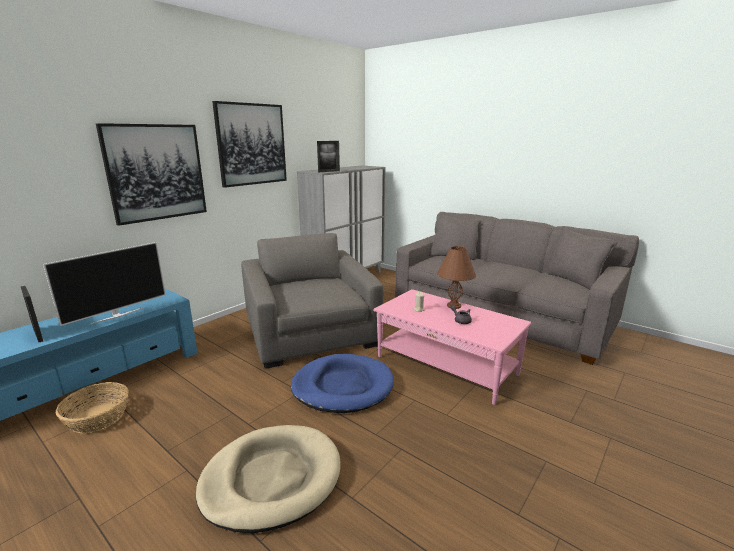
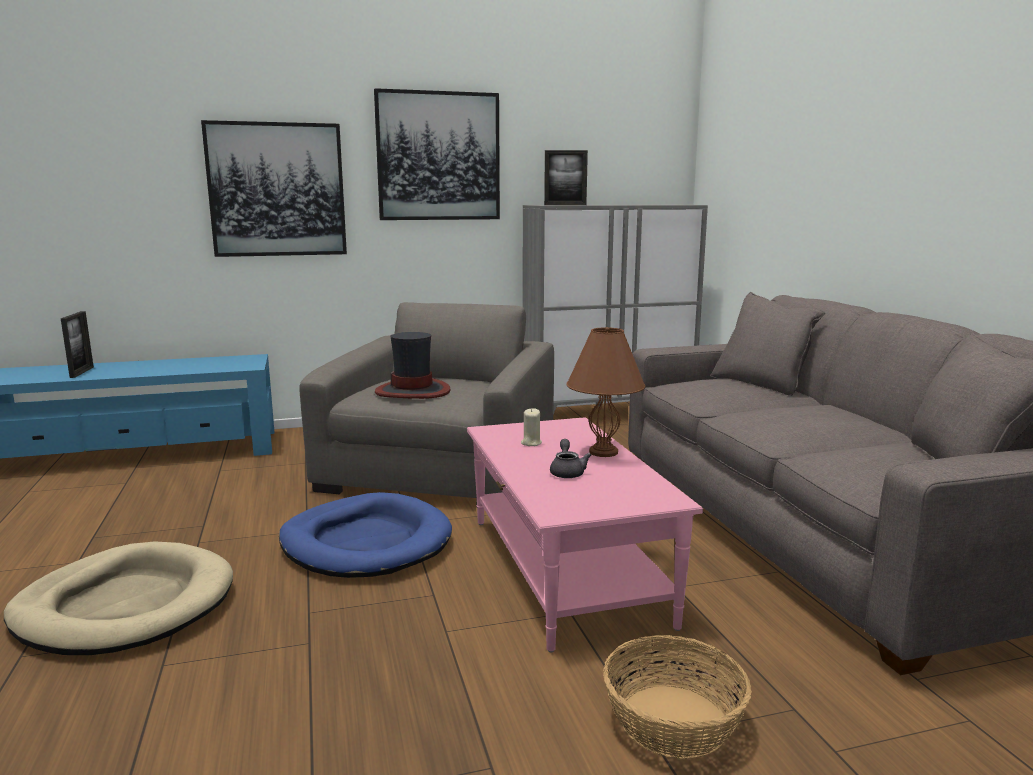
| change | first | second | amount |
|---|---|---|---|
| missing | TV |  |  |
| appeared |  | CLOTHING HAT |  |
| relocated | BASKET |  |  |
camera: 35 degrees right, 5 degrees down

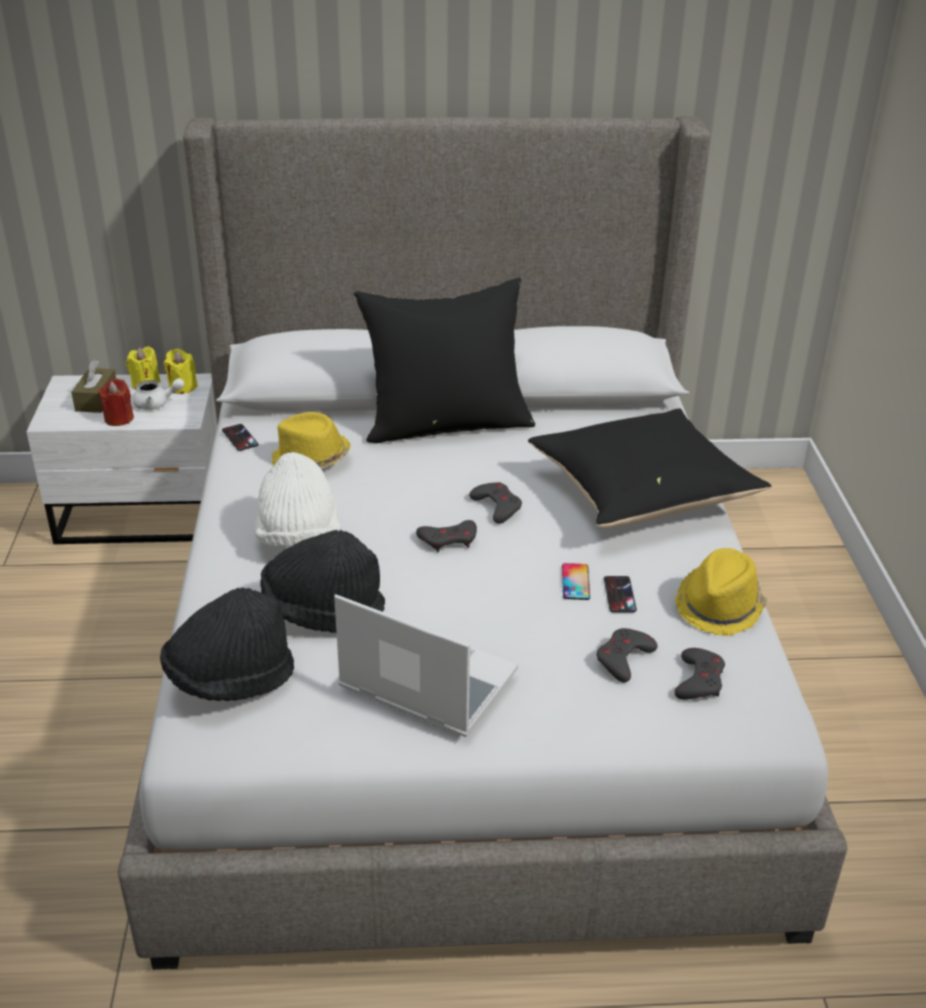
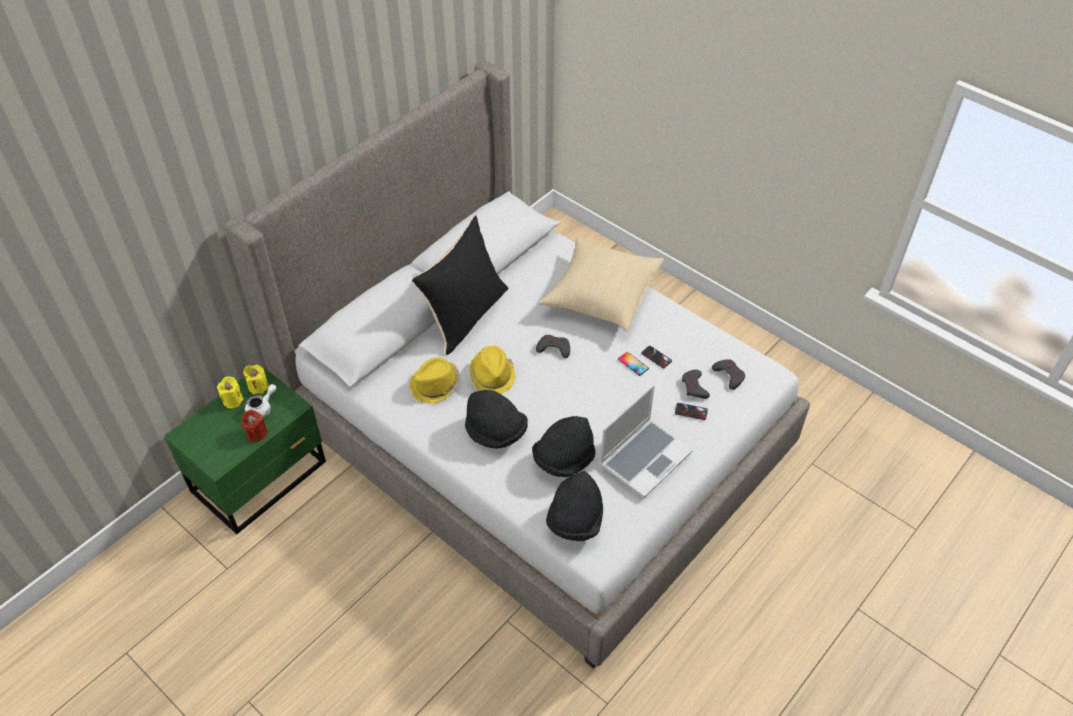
| change | first | second | amount |
|---|---|---|---|
| missing | BROWNISH TISSUE BOX |  |  |
| missing | GREY GAME CONTROLLER (no. 1 from left) |  |  |
| relocated | TELEPHONE (no. 1 from left in the first image) | TELEPHONE (no. 3 from left) |  |
| relocated | YELLOWISH CLOTHING HAT (no. 2 from left) |  |  |
| colour | WHITISH NIGHTSTAND | GREEN-COLOURED NIGHTSTAND |  |
| colour | WHITISH CLOTHING HAT | BLACK CLOTHING HAT (no. 1 from left) |  |
| colour | BLACK THROW PILLOW (no. 2 from left) | BEIGE-COLOURED THROW PILLOW |  |
| spun | PORTABLE COMPUTER |  | 150 degrees clockwise |
camera: 45 degrees left, 15 degrees up

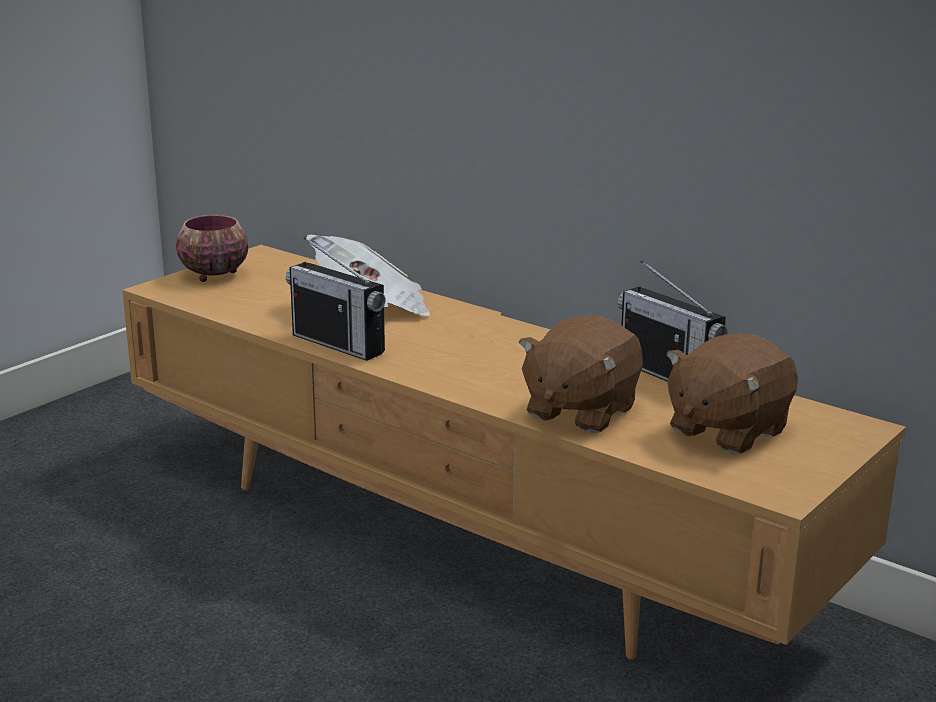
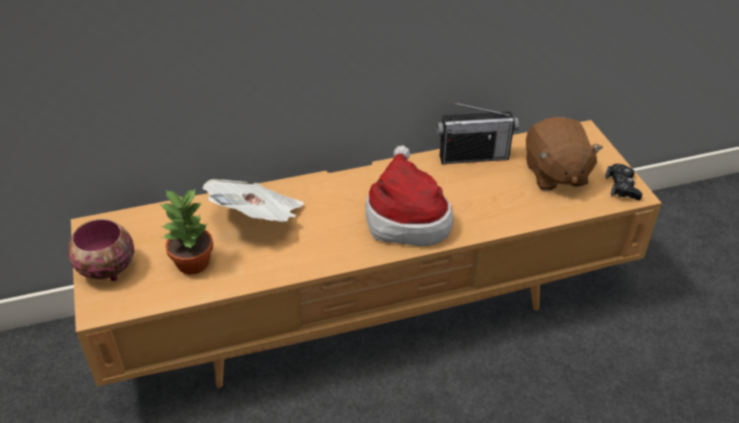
| change | first | second | amount |
|---|---|---|---|
| missing | RADIO SET (no. 1 from left) |  |  |
| missing | BROWNISH PLUSH TOY (no. 1 from left) |  |  |
| appeared |  | PLANT IN A POT |  |
| appeared |  | CLOTHING HAT |  |
| appeared |  | BLACK GAME CONTROLLER |  |
camera: 55 degrees left, 20 degrees up

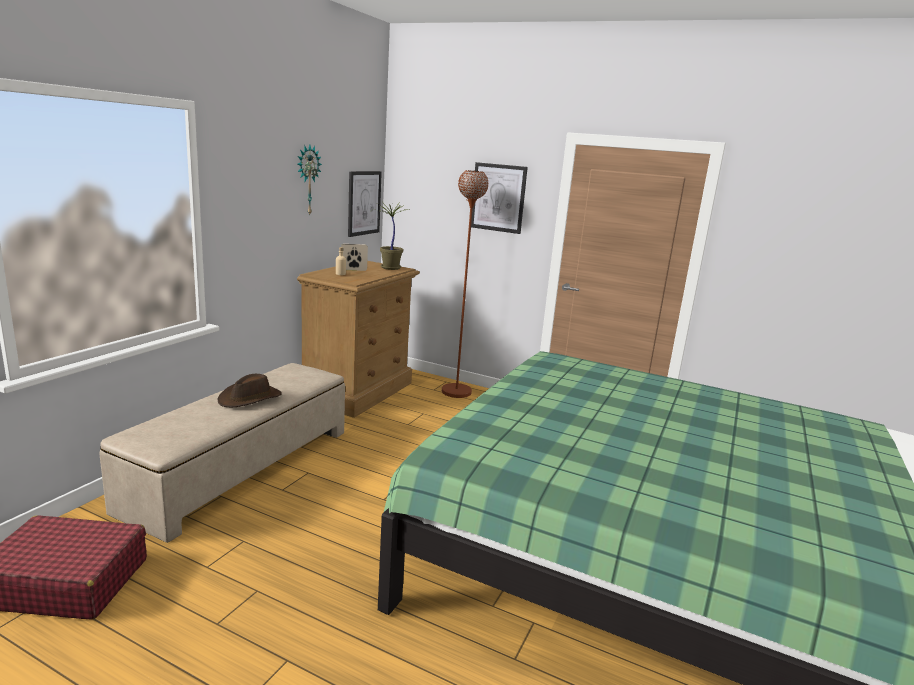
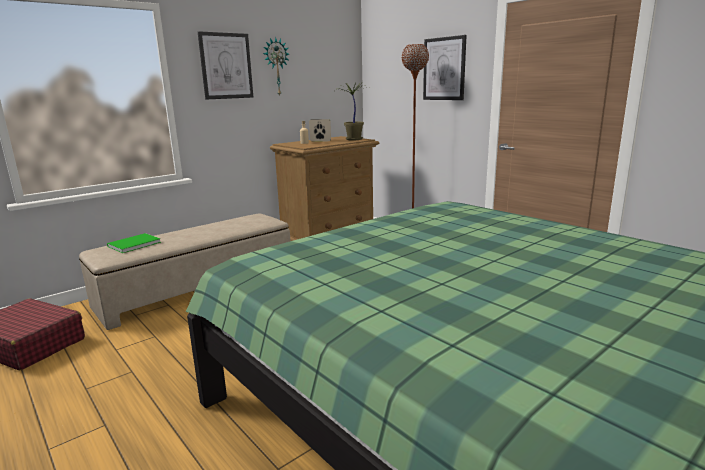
| change | first | second | amount |
|---|---|---|---|
| missing | BROWNISH CLOTHING HAT |  |  |
| appeared |  | GREEN-COLOURED BOOK |  |
| relocated | PICTURE (no. 1 from left) |  |  |
camera: 25 degrees right, 0 degrees up

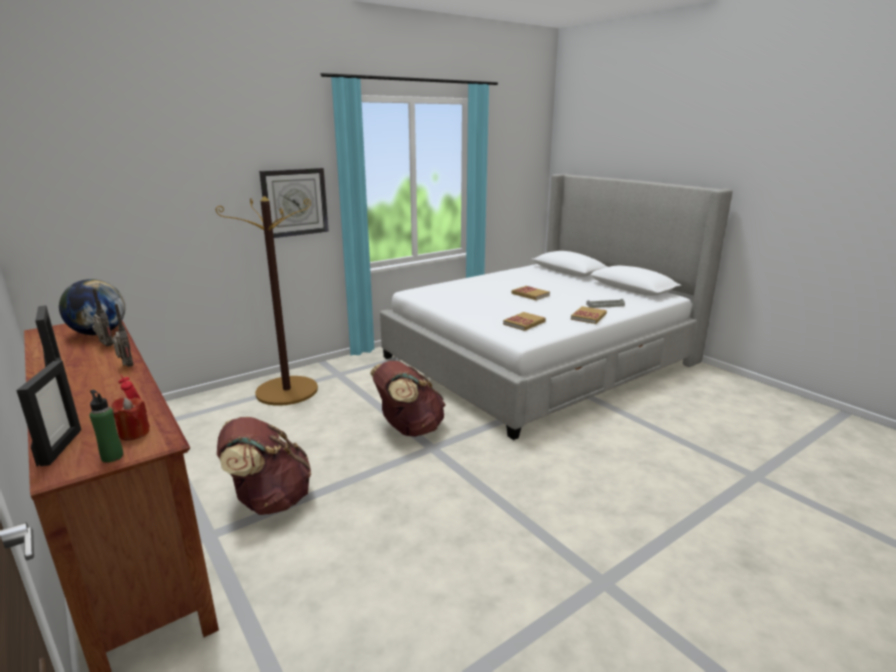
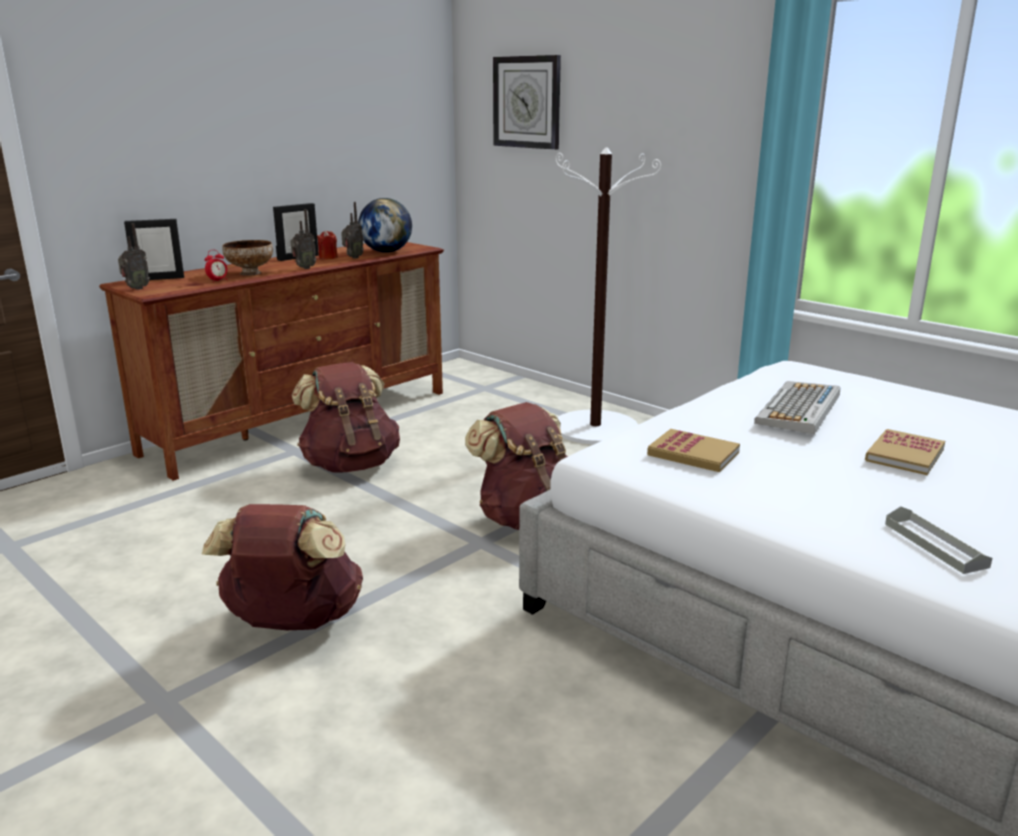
| change | first | second | amount |
|---|---|---|---|
| missing | BOOK (no. 3 from left) |  |  |
| appeared |  | BROWNISH KNAPSACK (no. 1 from left) |  |
| appeared |  | BOWL |  |
| appeared |  | PC KEYBOARD |  |
| relocated | REDDISH CANDLE |  |  |
| relocated | WALL CLOCK |  |  |
| exchanged | GREEN-COLOURED DRINK BOTTLE | RADIO SET (no. 1 from left) |  |
| colour | BROWNISH GARMENT RACK | WHITISH GARMENT RACK |  |
camera: 80 degrees right, 0 degrees up

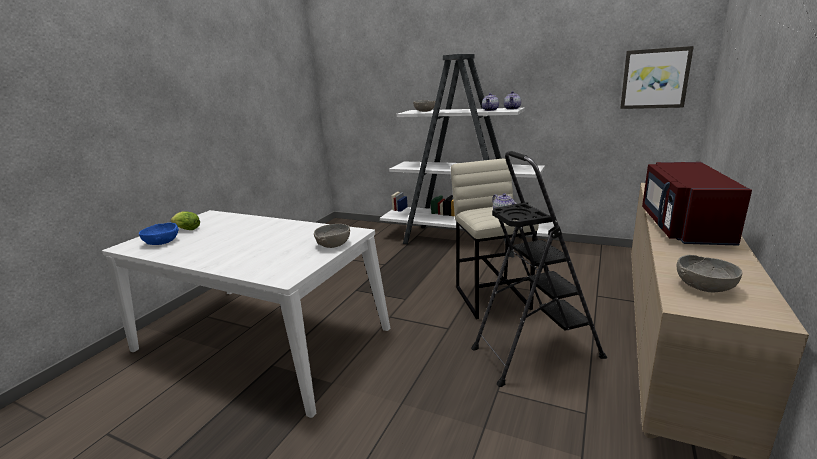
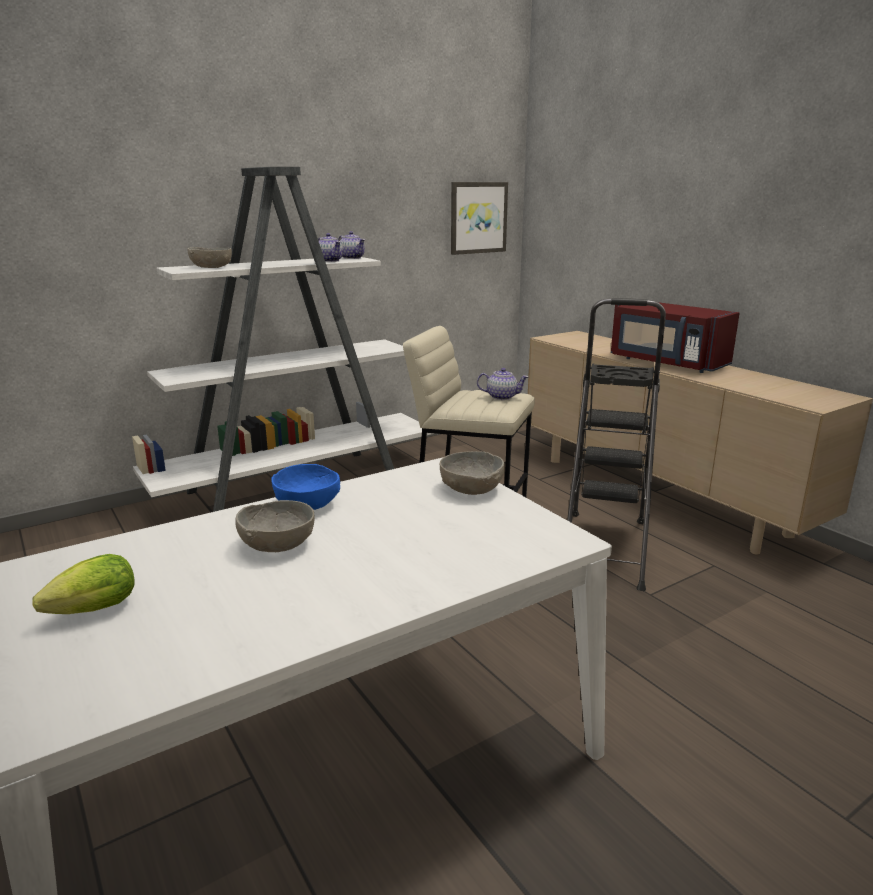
| change | first | second | amount |
|---|---|---|---|
| relocated | BLUE-COLOURED BOWL |  |  |
| relocated | GREY BOWL (no. 3 from left in the first image) | GREY BOWL (no. 2 from left) |  |
camera: 60 degrees left, 0 degrees up

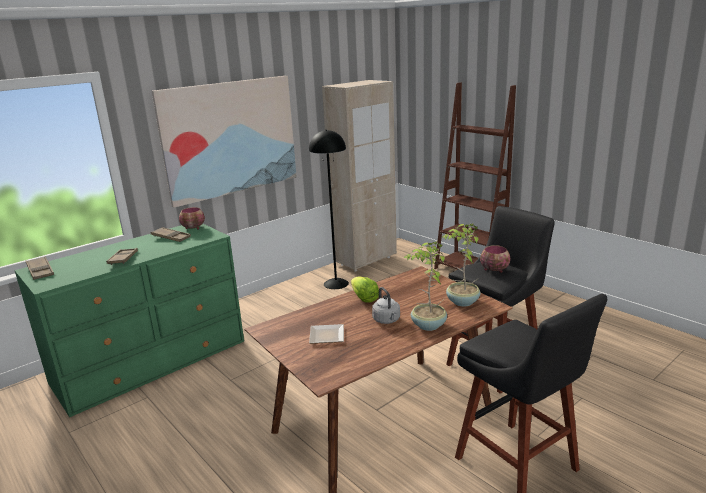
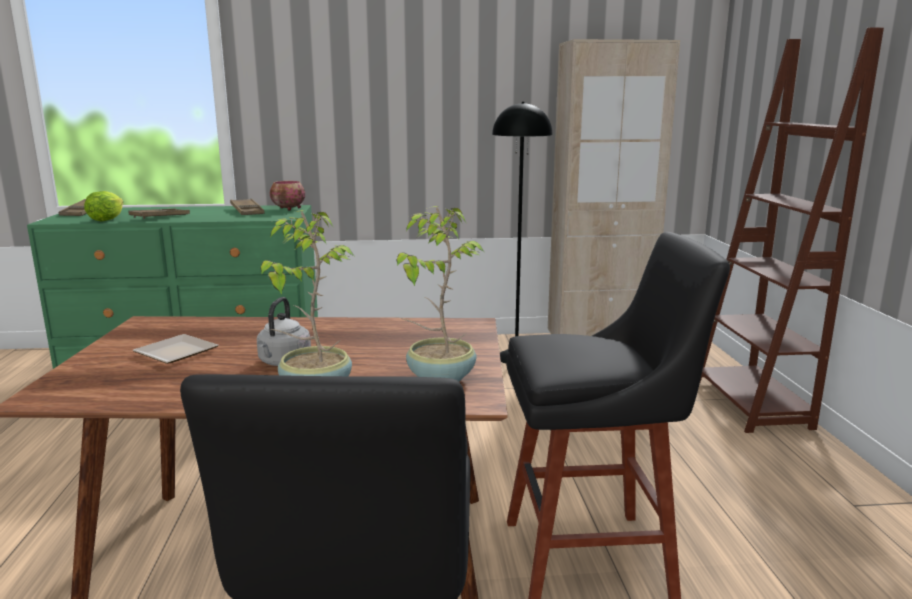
| change | first | second | amount |
|---|---|---|---|
| missing | PICTURE |  |  |
| missing | BOWL (no. 2 from left) |  |  |
| relocated | LETTUCE |  |  |
camera: 35 degrees right, 5 degrees down

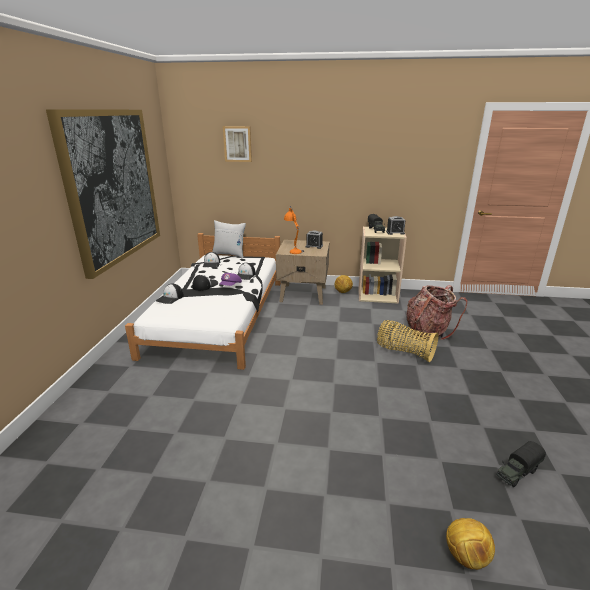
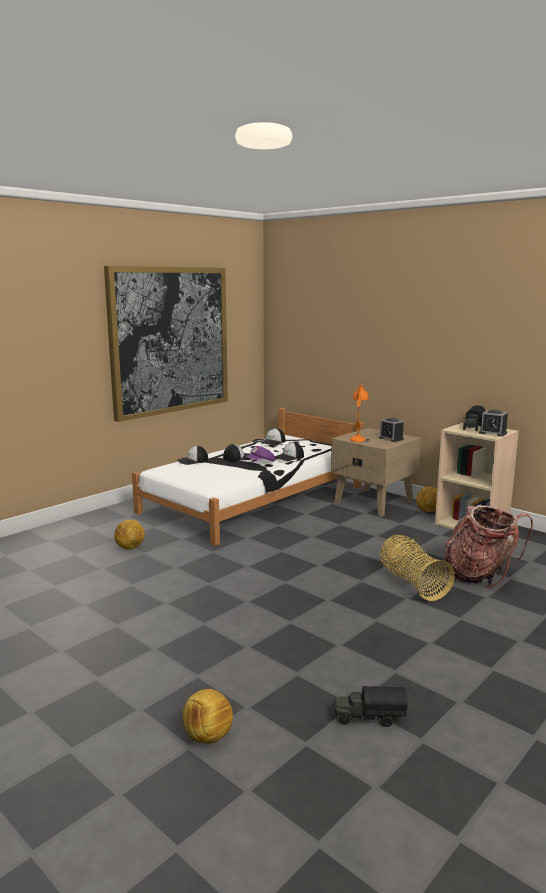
| change | first | second | amount |
|---|---|---|---|
| missing | GREY THROW PILLOW |  |  |
| missing | PICTURE (no. 2 from left) |  |  |
| appeared |  | FOOTBALL (no. 1 from left) |  |
camera: 35 degrees right, 10 degrees down

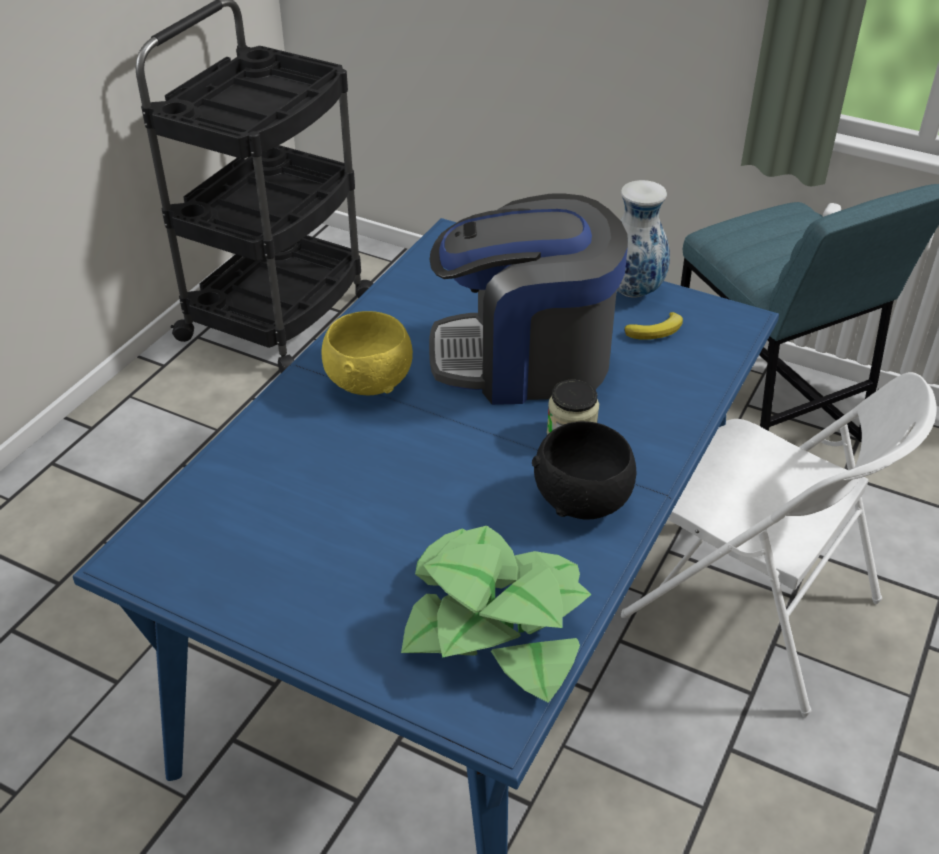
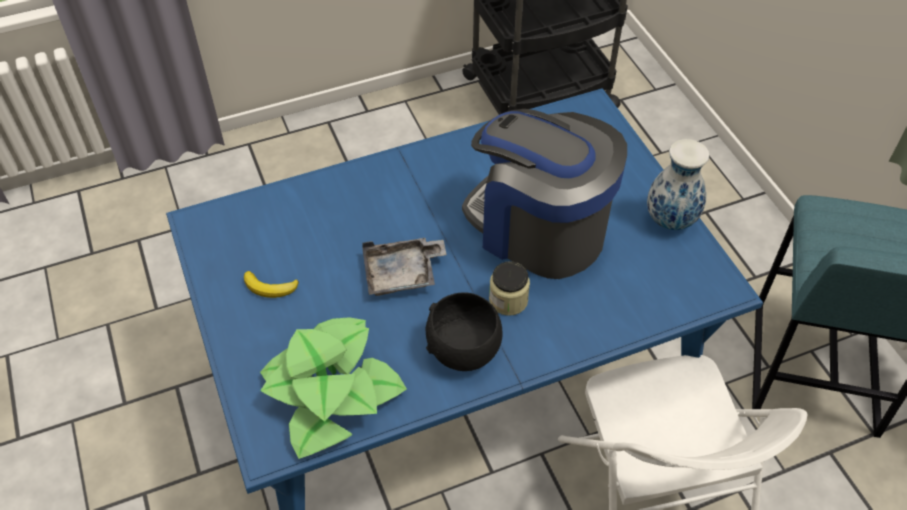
| change | first | second | amount |
|---|---|---|---|
| missing | YELLOWISH BOWL |  |  |
| appeared |  | GREY CARRYING TRAY |  |
| relocated | WHOLE BANANA |  |  |
camera: 40 degrees right, 10 degrees up

